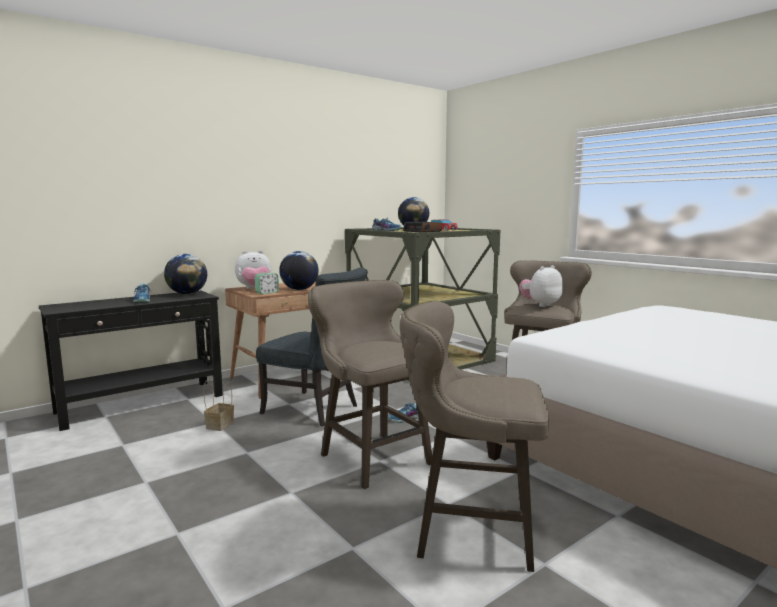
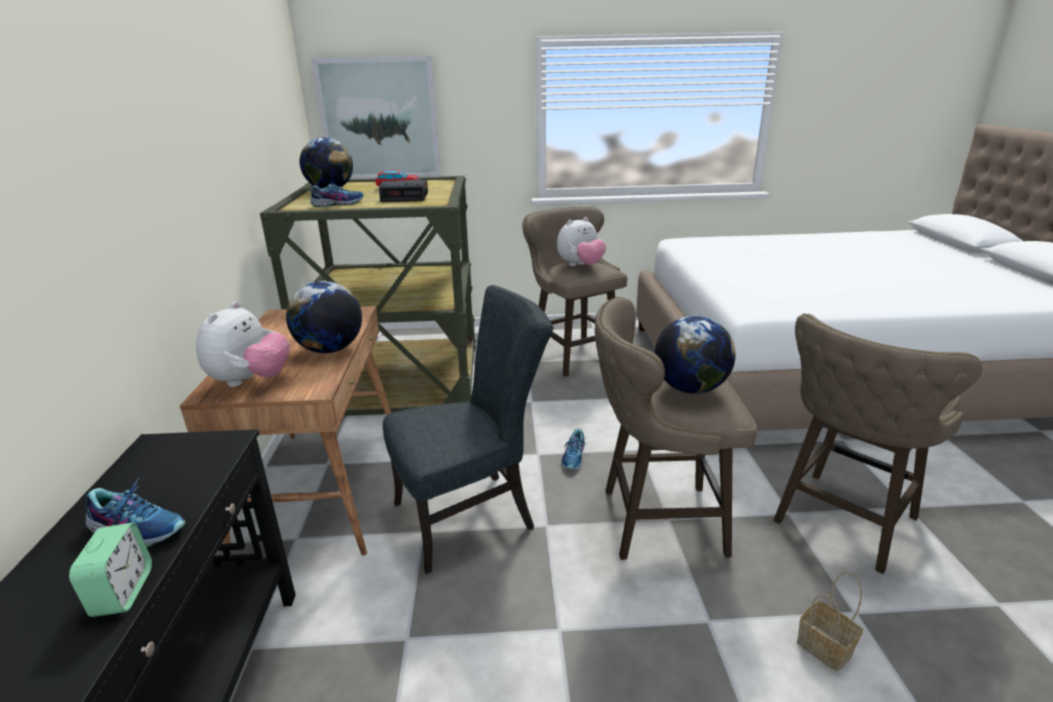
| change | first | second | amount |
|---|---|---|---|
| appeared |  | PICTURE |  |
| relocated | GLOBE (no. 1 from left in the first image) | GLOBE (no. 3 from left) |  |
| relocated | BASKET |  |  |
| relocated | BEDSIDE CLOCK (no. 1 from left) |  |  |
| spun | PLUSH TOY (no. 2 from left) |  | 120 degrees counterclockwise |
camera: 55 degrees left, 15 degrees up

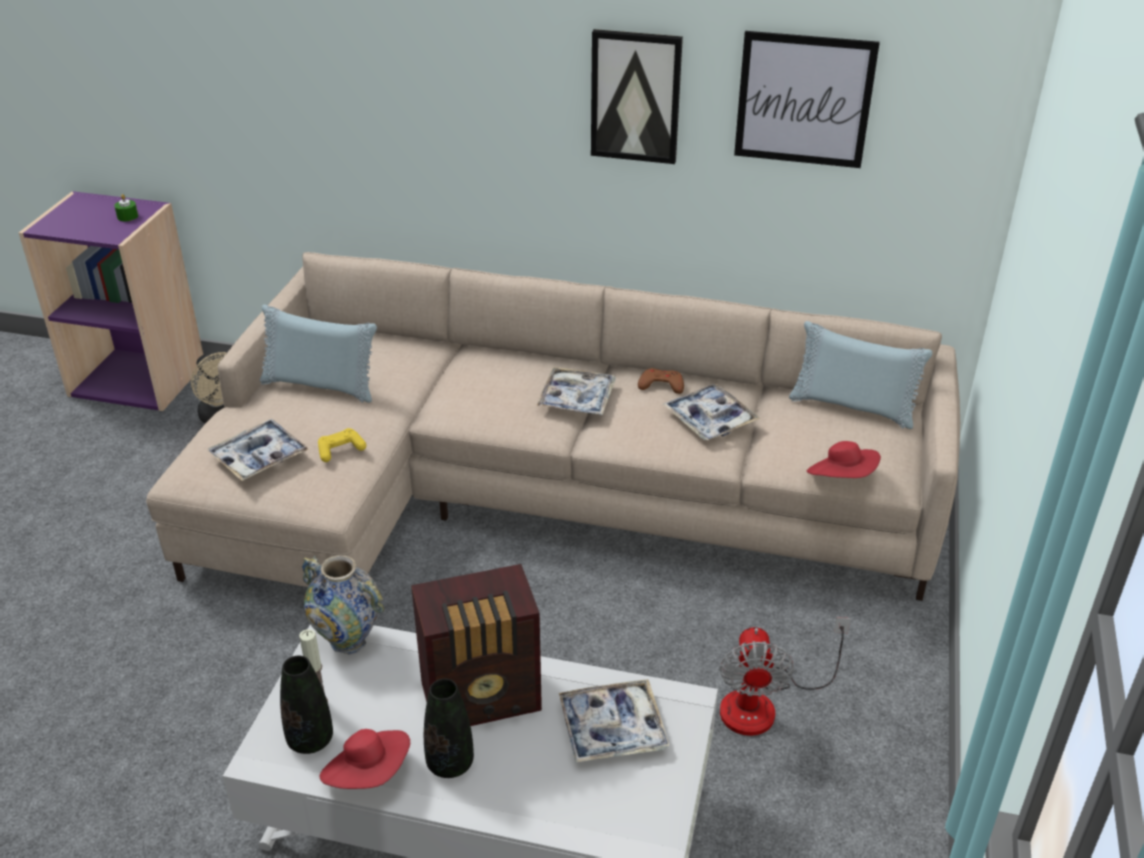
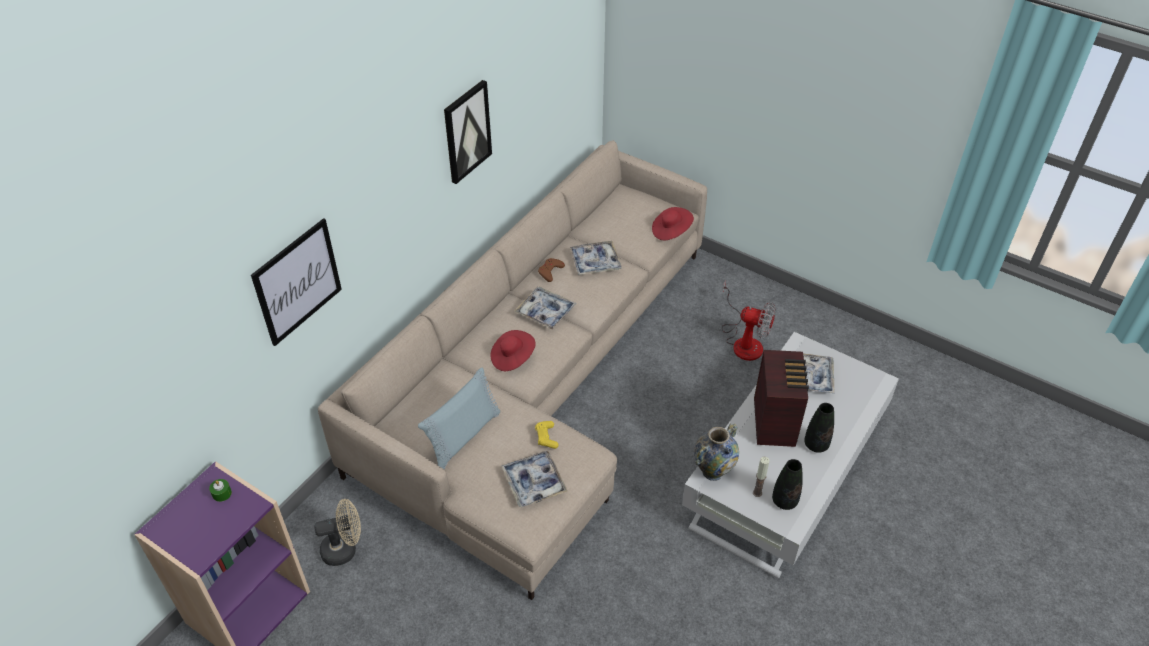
| change | first | second | amount |
|---|---|---|---|
| missing | BLUE-COLOURED THROW PILLOW (no. 2 from left) |  |  |
| relocated | REDDISH CLOTHING HAT (no. 1 from left) |  |  |
| relocated | PICTURE (no. 2 from left in the first image) | PICTURE (no. 1 from left) |  |
camera: 70 degrees left, 10 degrees up

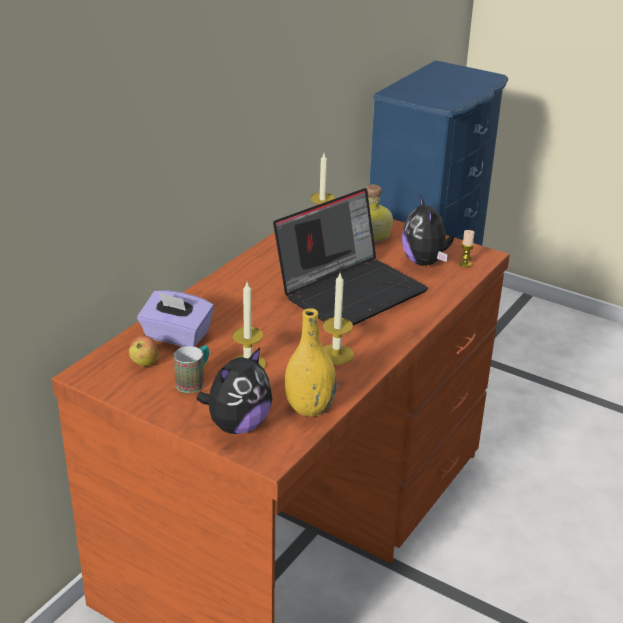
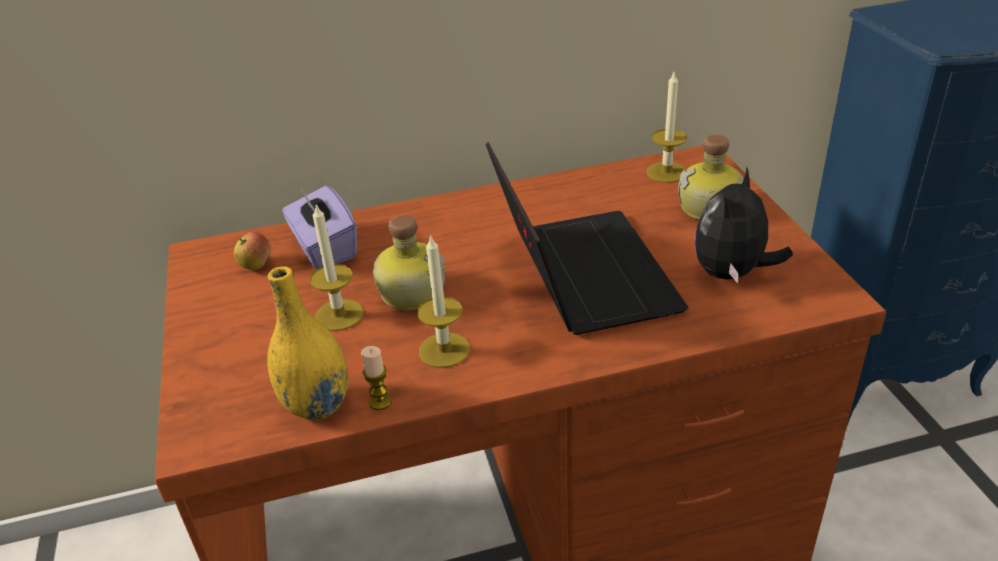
| change | first | second | amount |
|---|---|---|---|
| missing | COFFEE MUG |  |  |
| missing | PLUSH TOY (no. 1 from left) |  |  |
| appeared |  | DRINK BOTTLE (no. 1 from left) |  |
| relocated | CANDLE (no. 4 from left in the first image) | CANDLE (no. 2 from left) |  |
| spun | PORTABLE COMPUTER |  | 105 degrees counterclockwise |
camera: 45 degrees right, 5 degrees up

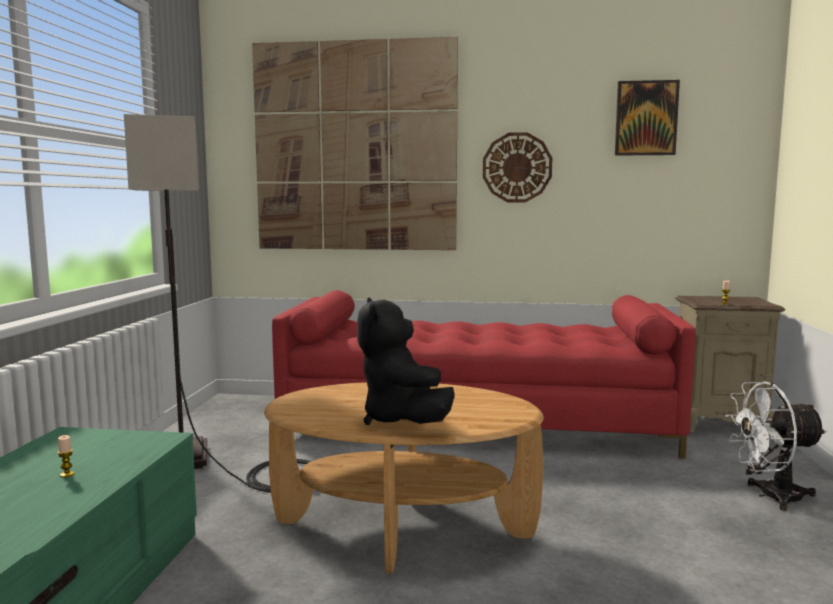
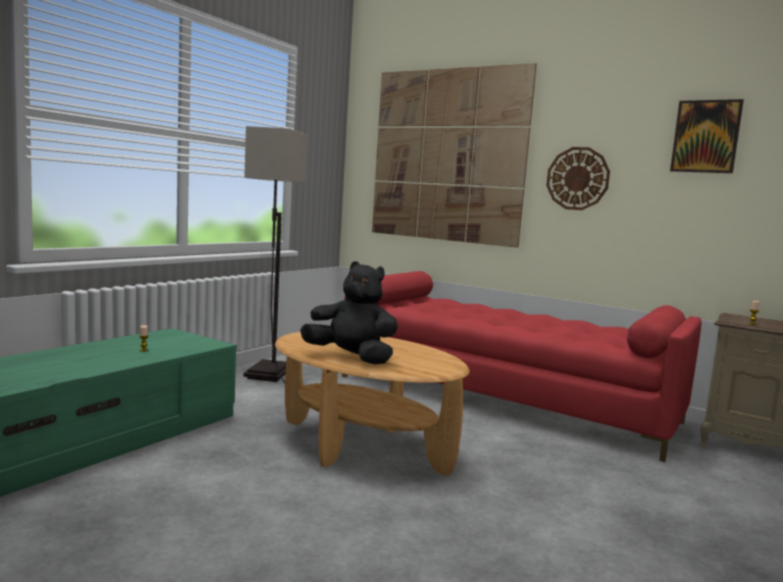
| change | first | second | amount |
|---|---|---|---|
| missing | WHITISH COOLING FAN |  |  |
| spun | BLACK PLUSH TOY |  | 105 degrees clockwise |
camera: 25 degrees right, 0 degrees up

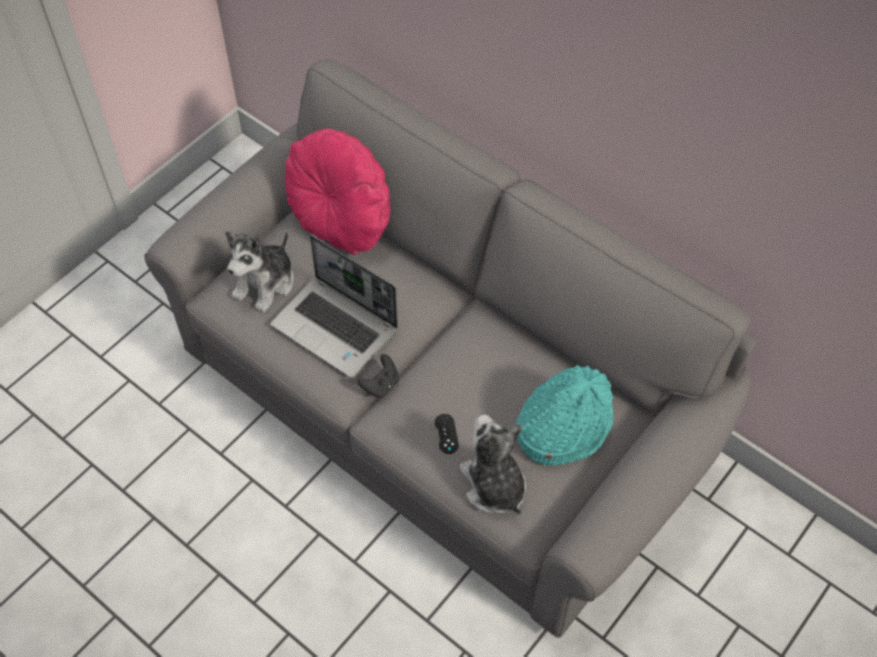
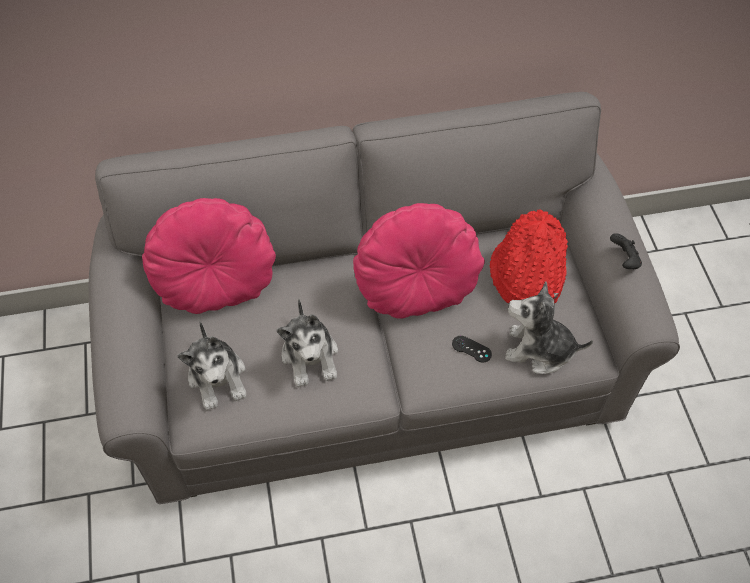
| change | first | second | amount |
|---|---|---|---|
| appeared |  | PINK-COLOURED THROW PILLOW (no. 2 from left) |  |
| relocated | BLACK GAME CONTROLLER (no. 1 from left in the first image) | BLACK GAME CONTROLLER (no. 2 from left) |  |
| exchanged | PORTABLE COMPUTER | PLUSH TOY (no. 2 from left) |  |
| colour | TURQUOISE-COLOURED CLOTHING HAT | REDDISH CLOTHING HAT |  |
camera: 50 degrees left, 0 degrees up

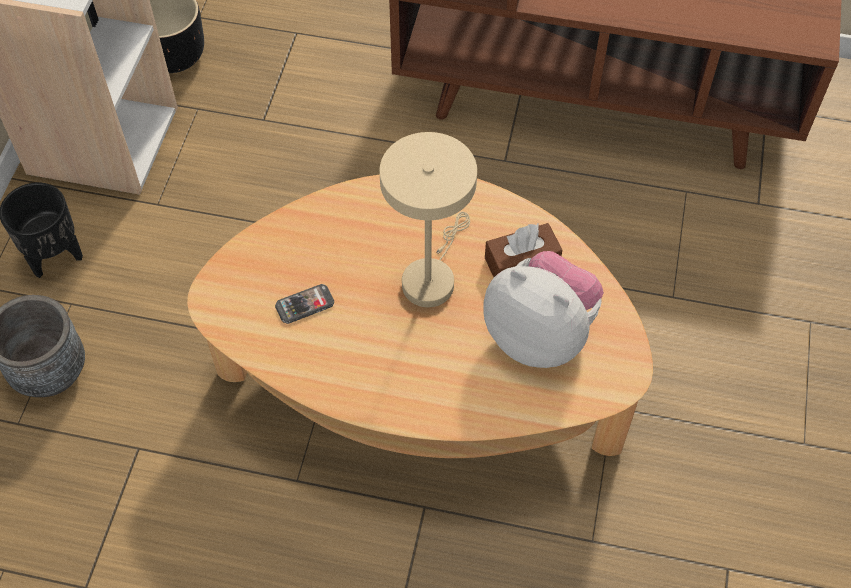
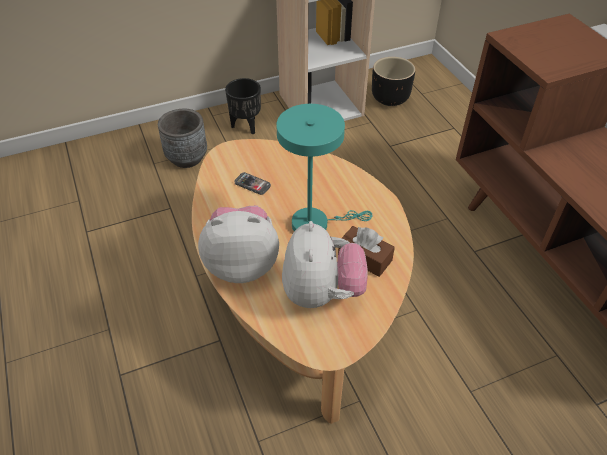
| change | first | second | amount |
|---|---|---|---|
| appeared |  | PLUSH TOY (no. 1 from left) |  |
| colour | BEIGE-COLOURED LAMP FOR A TABLE | TURQUOISE-COLOURED LAMP FOR A TABLE |  |
camera: 55 degrees right, 10 degrees down

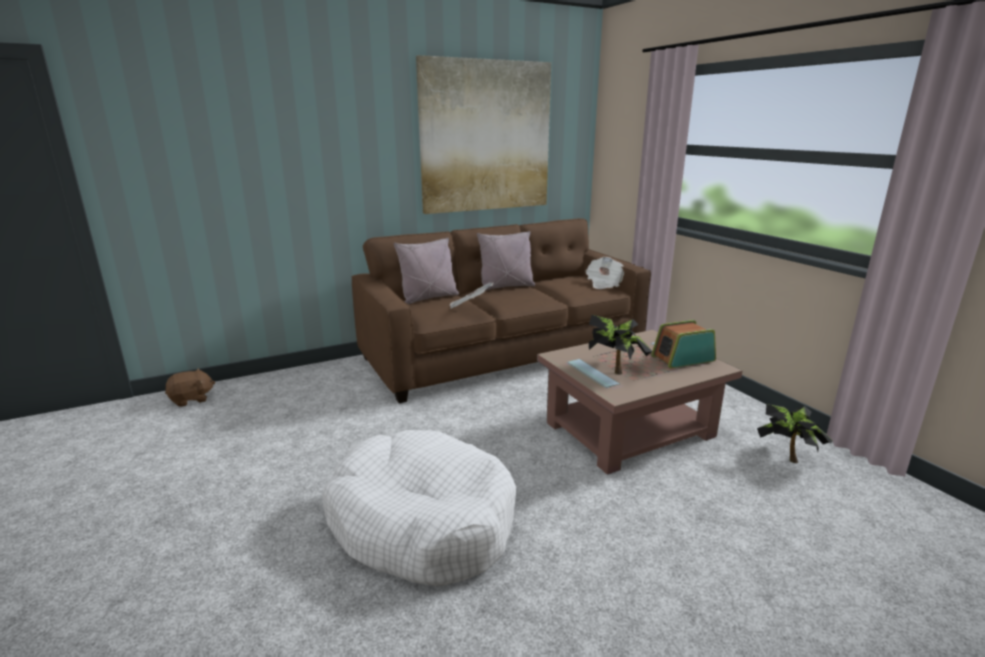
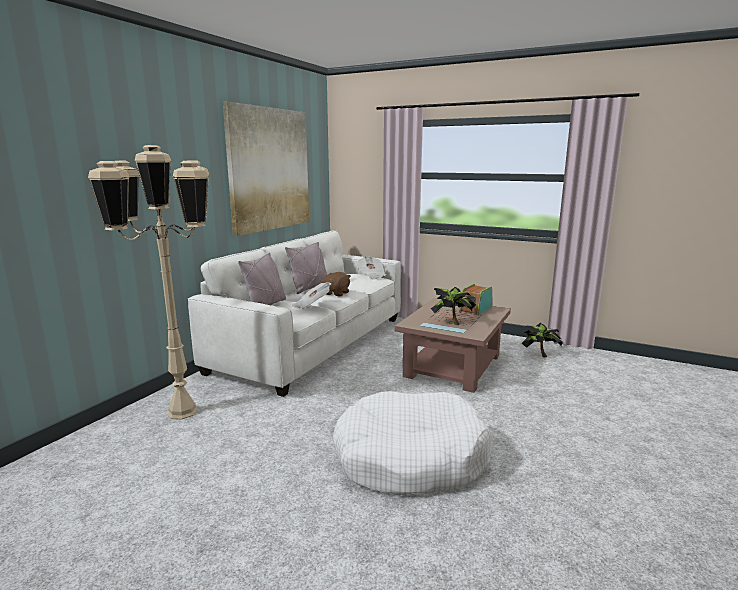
| change | first | second | amount |
|---|---|---|---|
| appeared |  | BEIGE-COLOURED STANDARD LAMP |  |
| relocated | BROWNISH PLUSH TOY |  |  |
| colour | BROWNISH COUCH | WHITISH COUCH |  |
camera: 35 degrees left, 5 degrees down

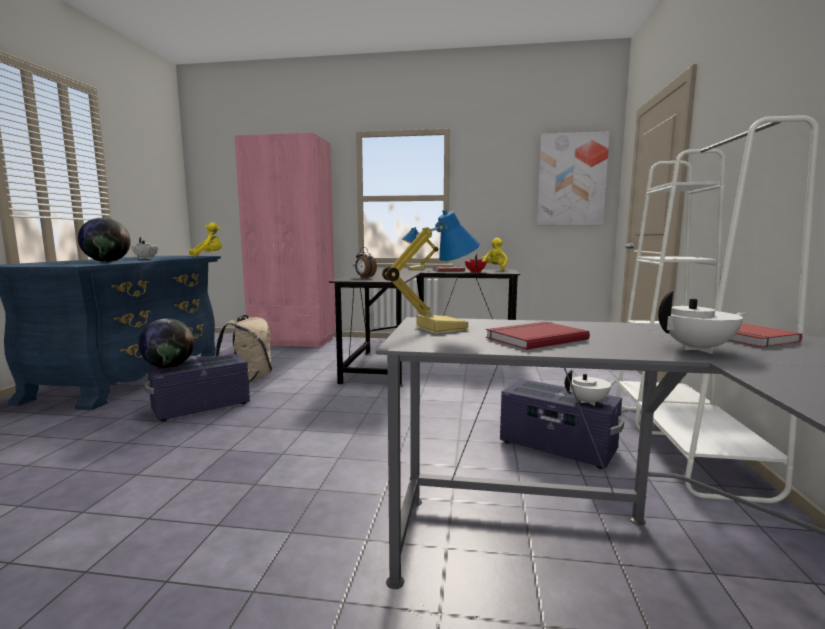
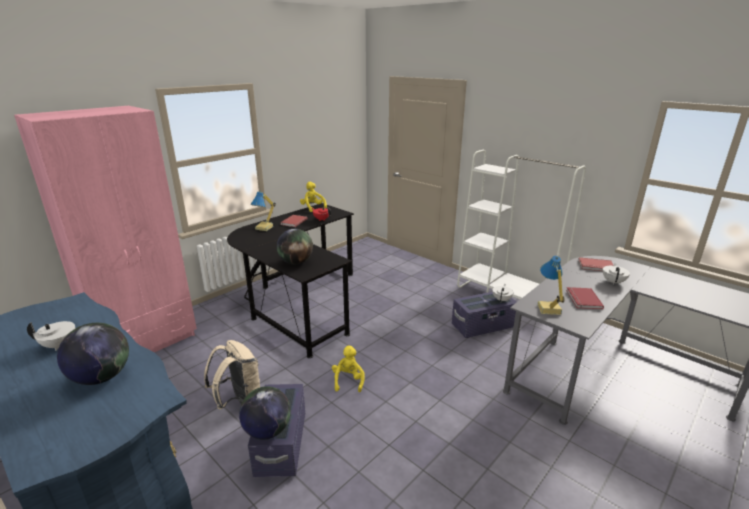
| change | first | second | amount |
|---|---|---|---|
| missing | PICTURE |  |  |
| relocated | YELLOWISH PLUSH TOY (no. 1 from left in the first image) | YELLOWISH PLUSH TOY (no. 2 from left) |  |
| exchanged | BEDSIDE CLOCK | GLOBE (no. 3 from left) |  |
camera: 55 degrees left, 15 degrees up

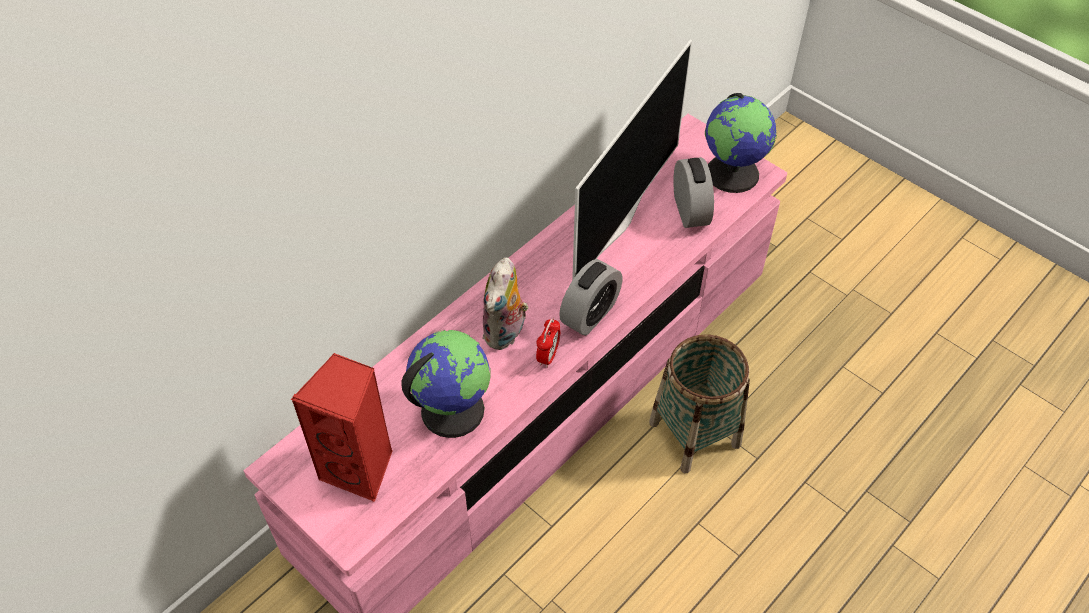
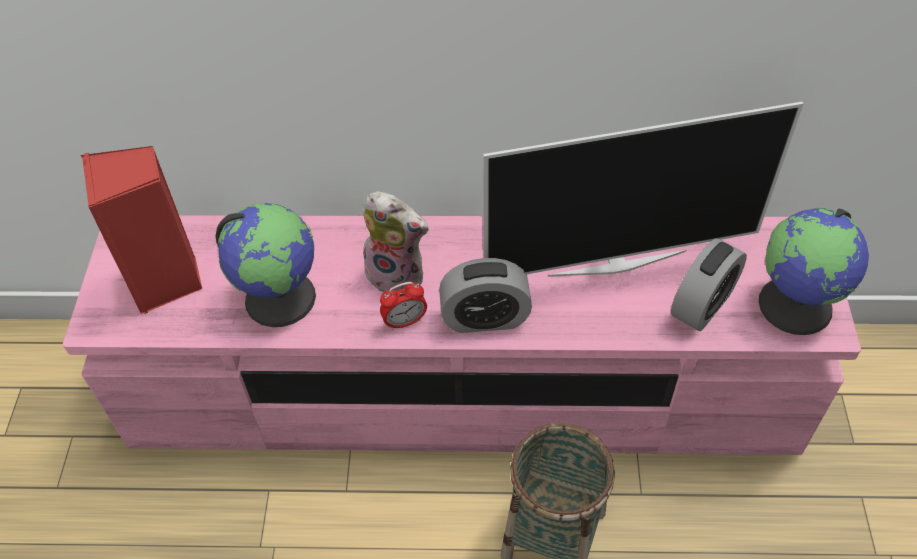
| change | first | second | amount |
|---|---|---|---|
| spun | PLUSH TOY |  | 135 degrees counterclockwise |
camera: 50 degrees right, 0 degrees up

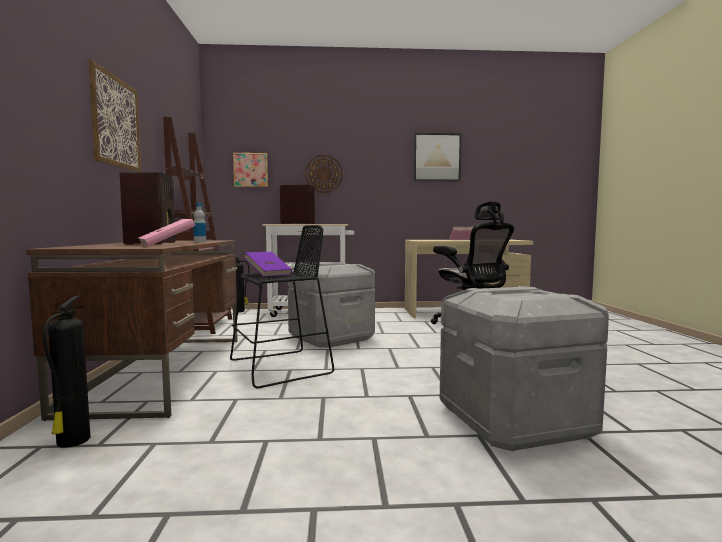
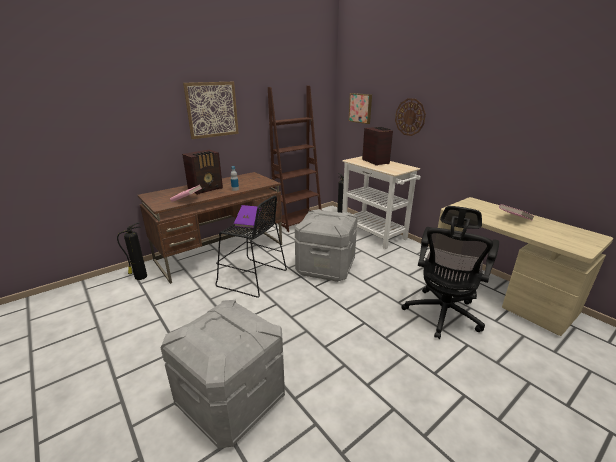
| change | first | second | amount |
|---|---|---|---|
| missing | PICTURE (no. 3 from left) |  |  |
camera: 55 degrees right, 20 degrees up

